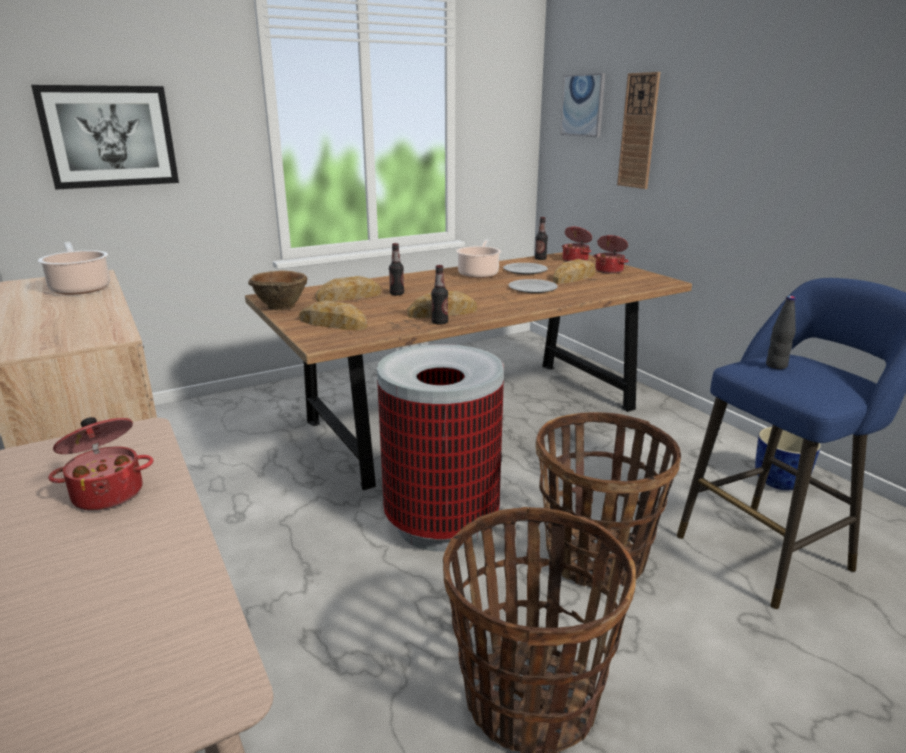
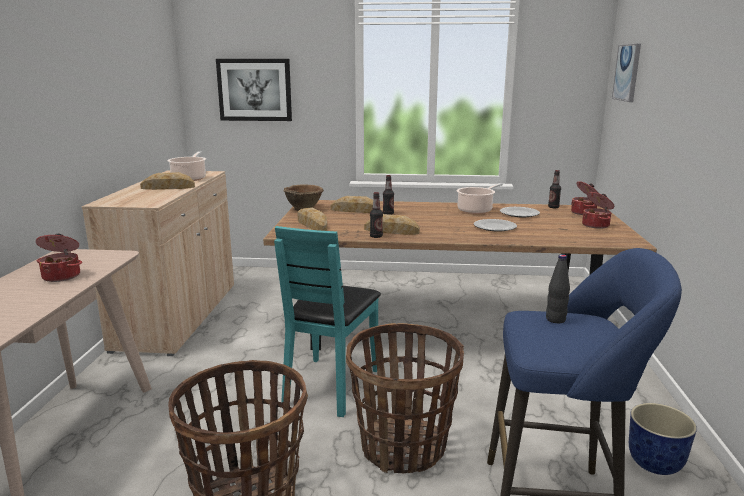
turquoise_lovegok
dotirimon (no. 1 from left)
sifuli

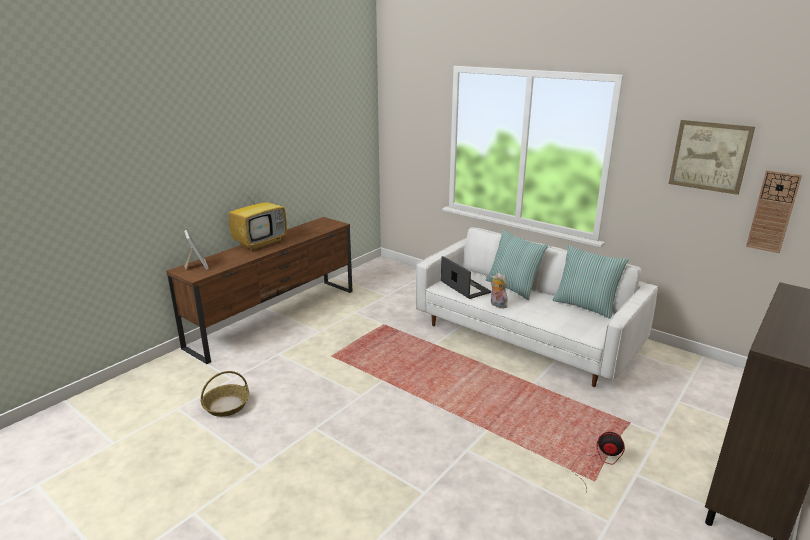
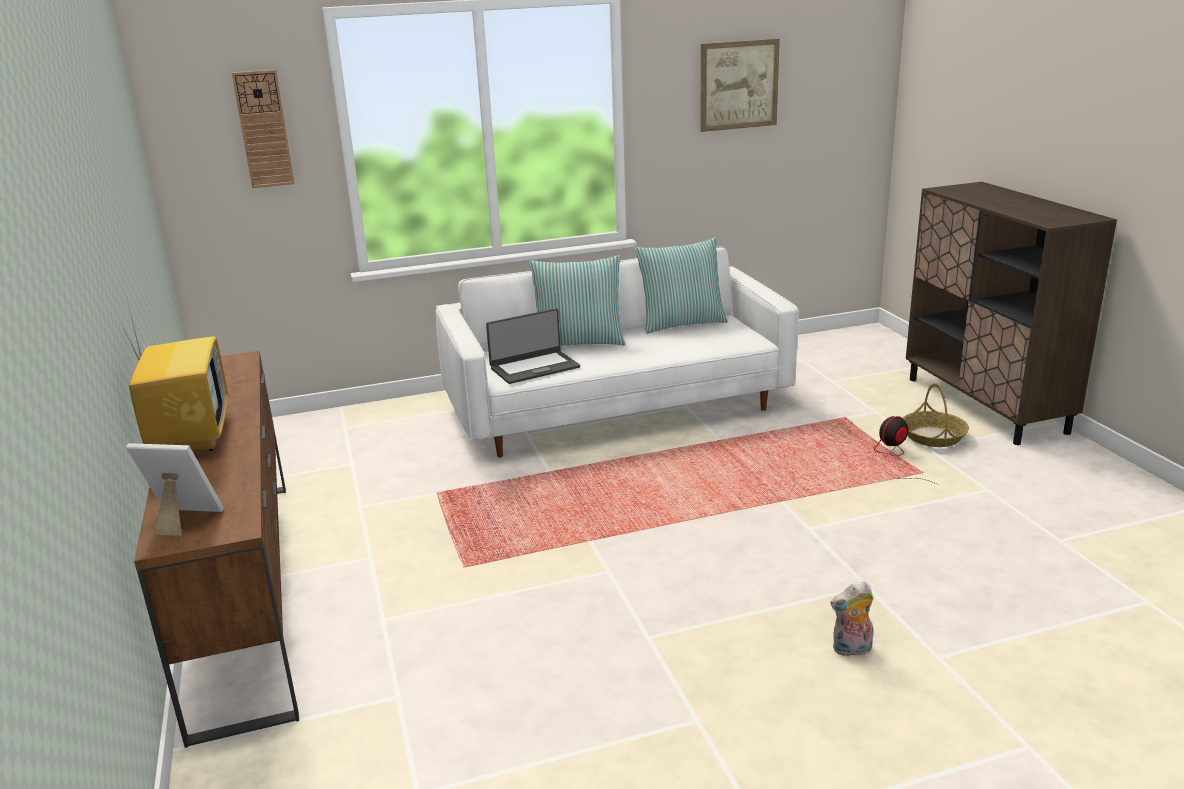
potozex
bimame
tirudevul
sifuli

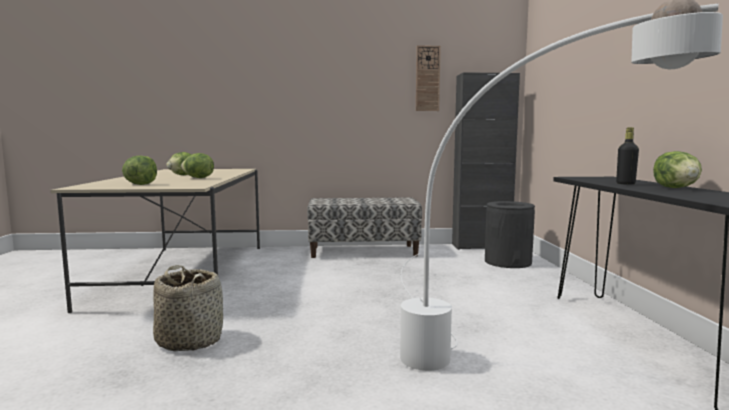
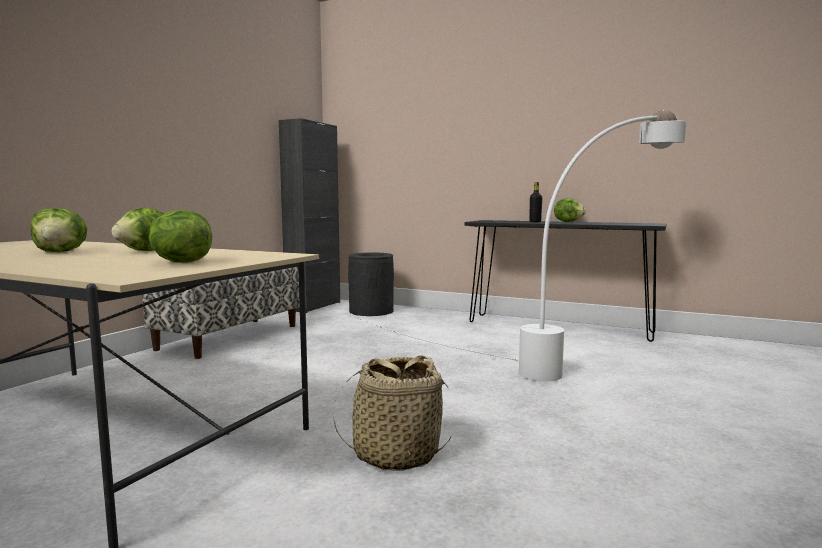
sifuli

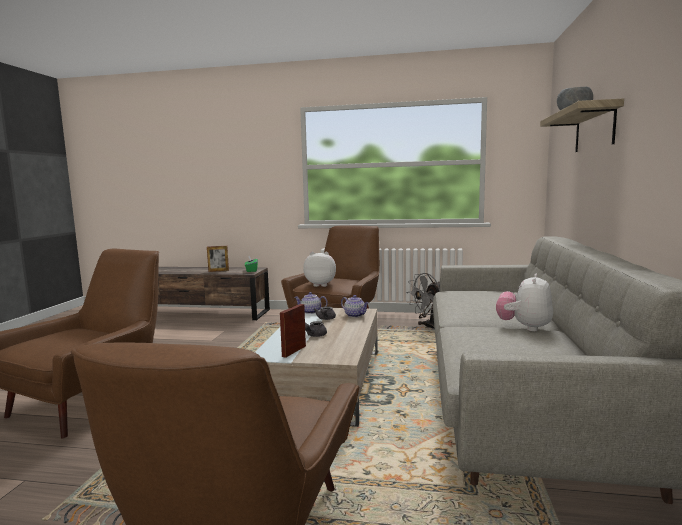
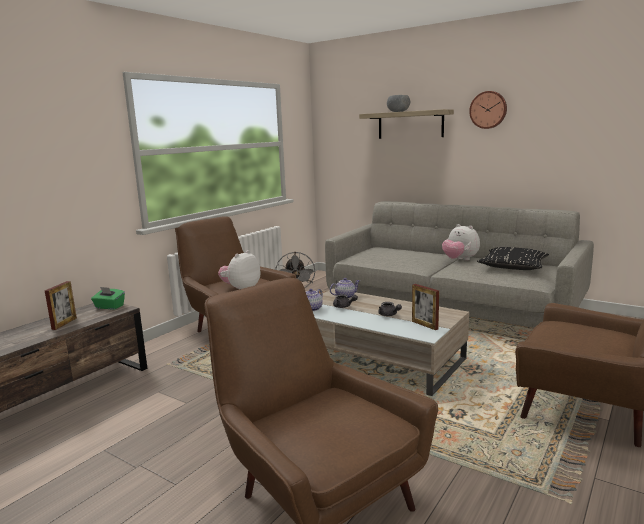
sifuli
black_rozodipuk

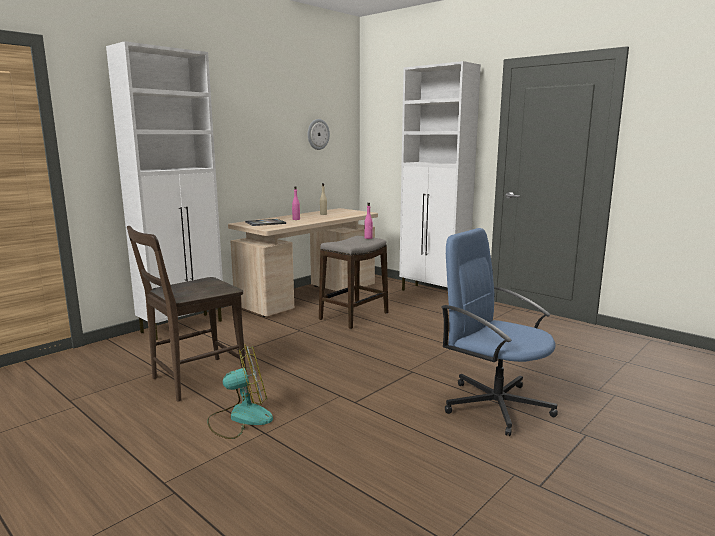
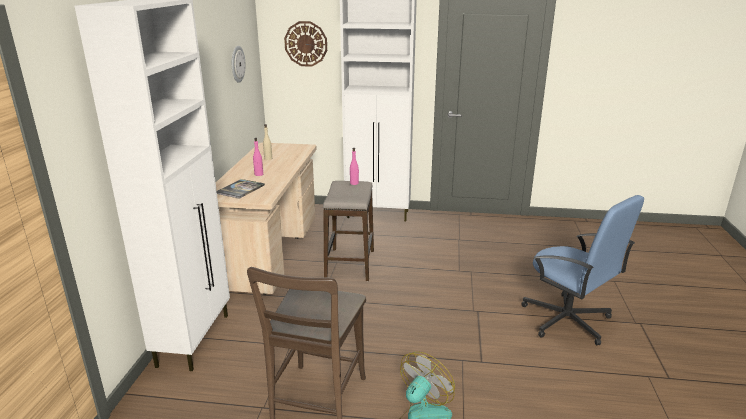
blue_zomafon
sifuli (no. 2 from left)

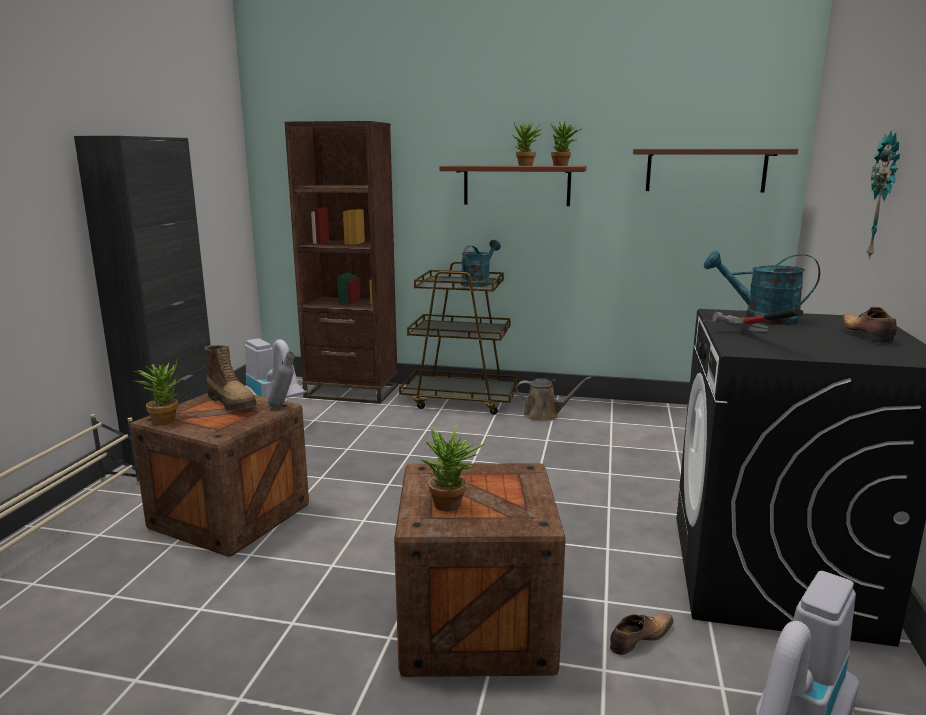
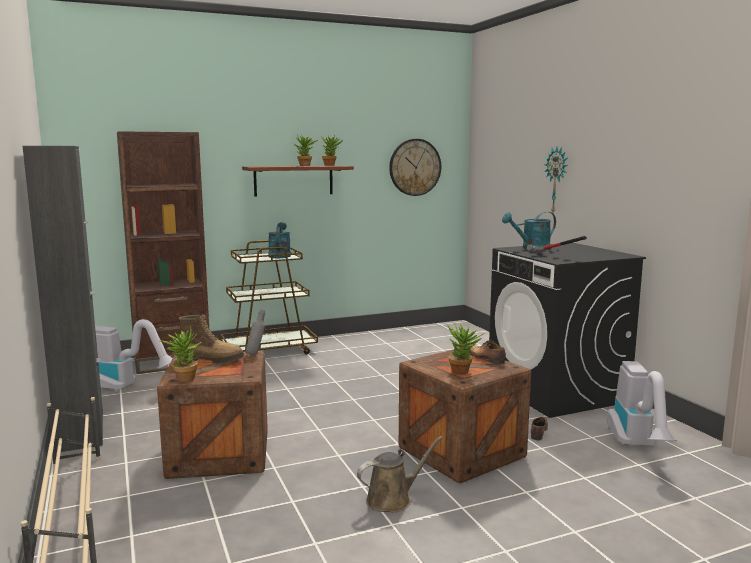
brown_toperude
sifuli (no. 1 from left)
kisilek (no. 1 from left)

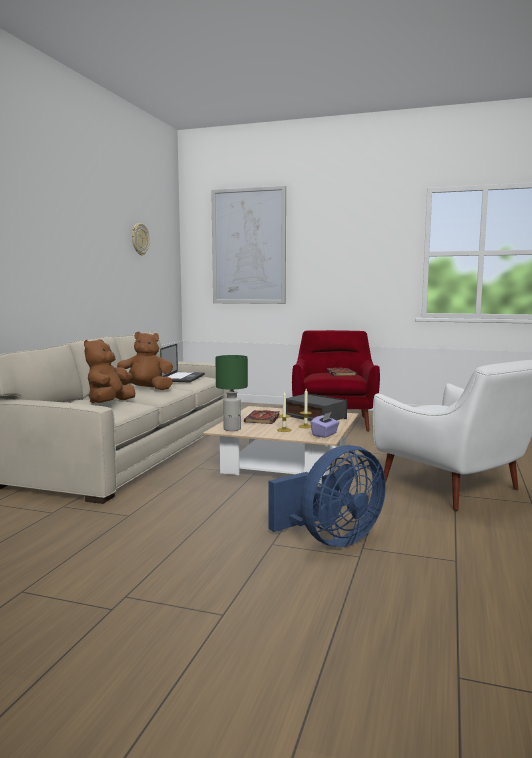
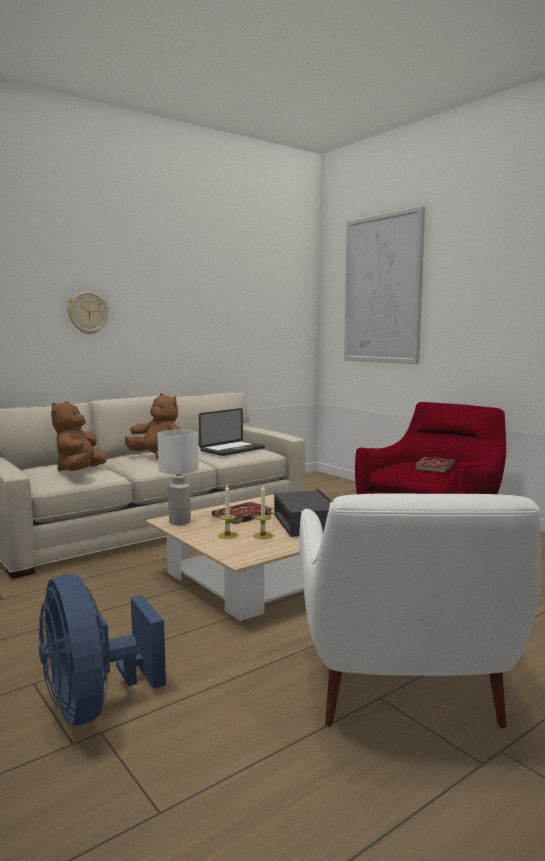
brown_tirudevul (no. 1 from left)
sifuli
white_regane
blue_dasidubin
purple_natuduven

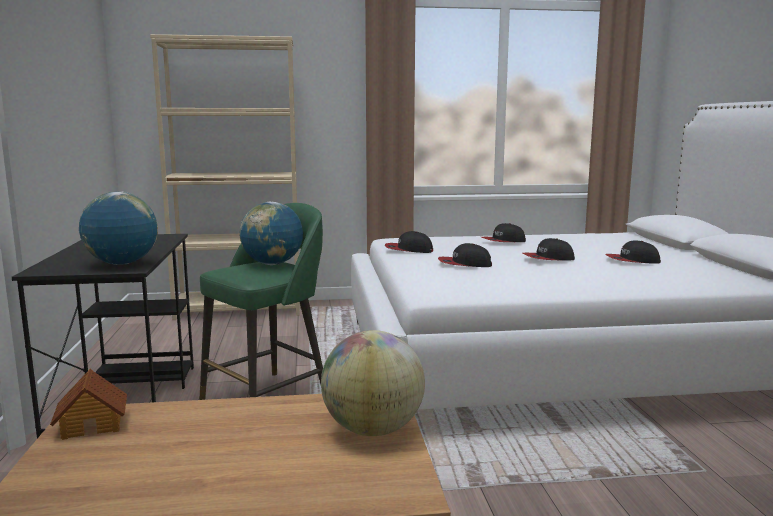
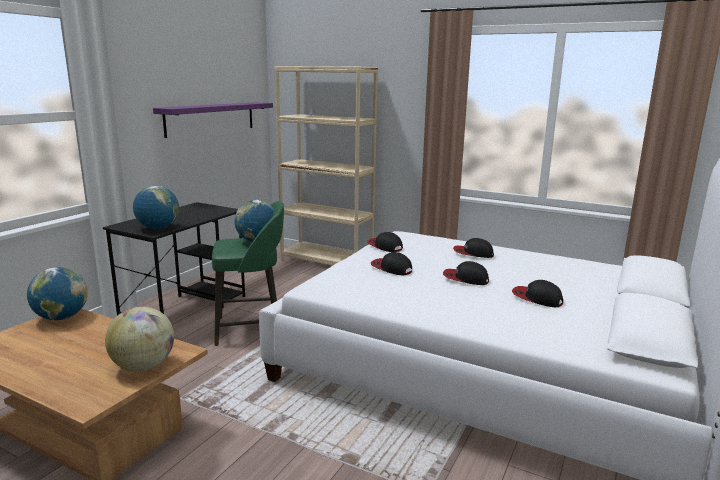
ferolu (no. 1 from left)
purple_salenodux

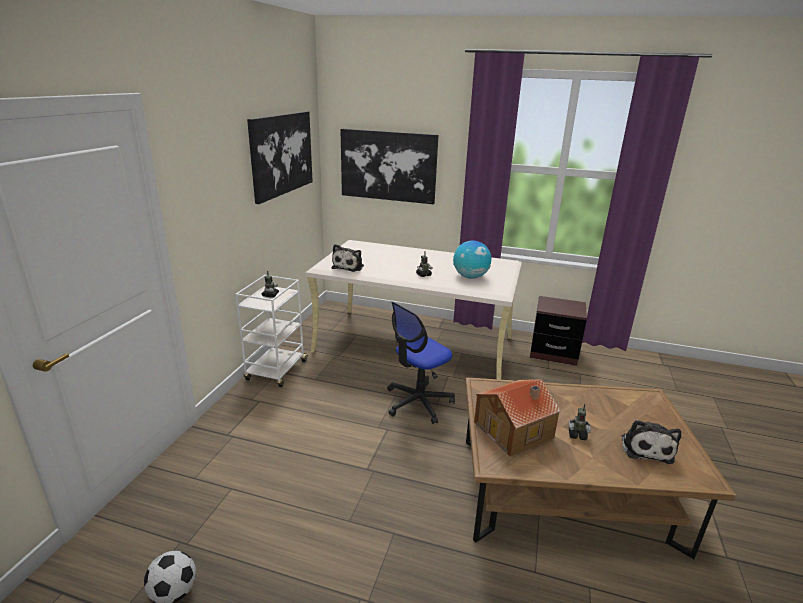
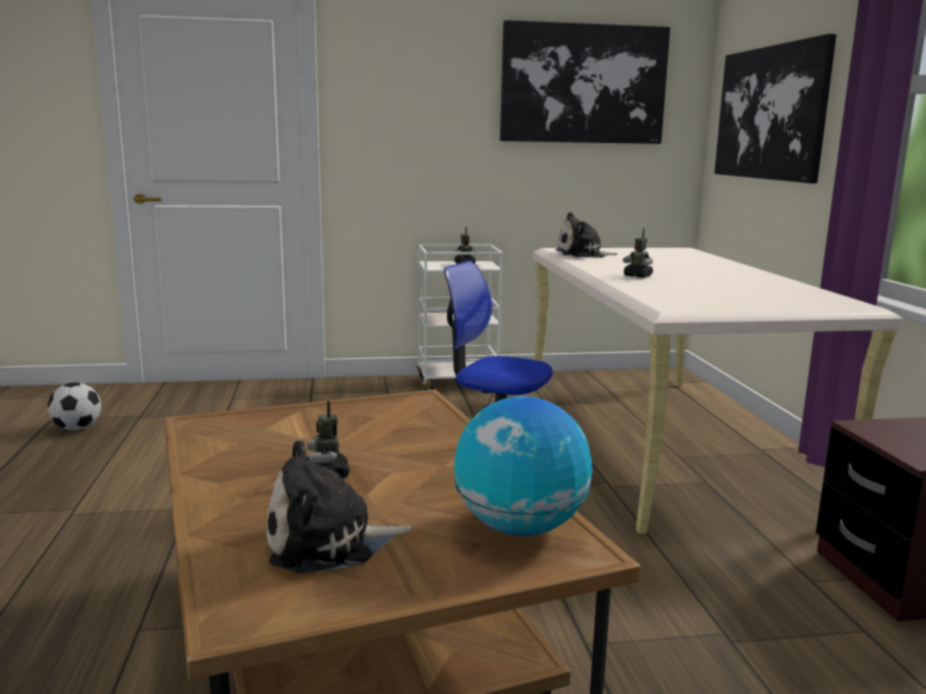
ferolu
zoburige

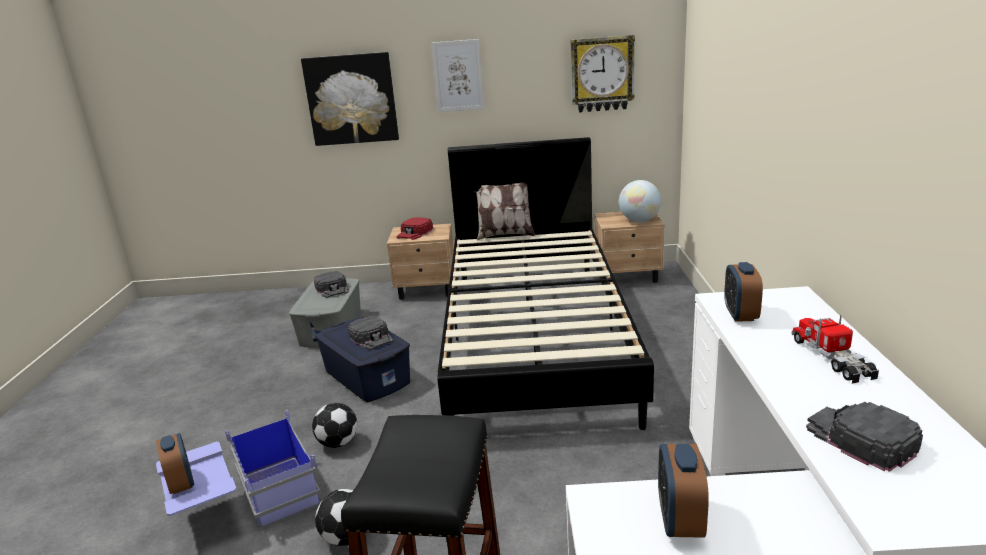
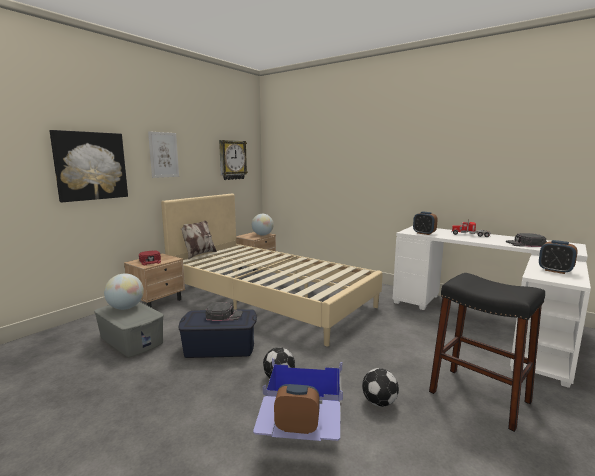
ferolu (no. 1 from left)
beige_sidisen

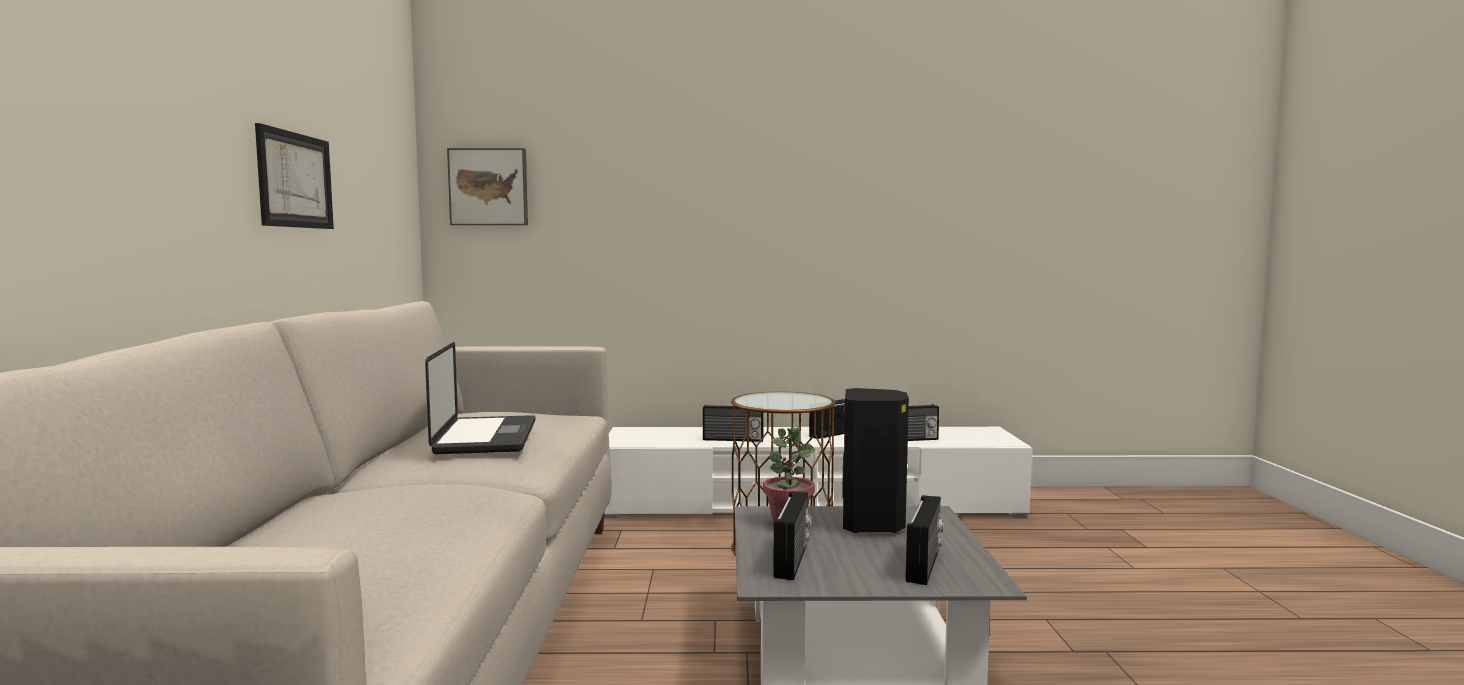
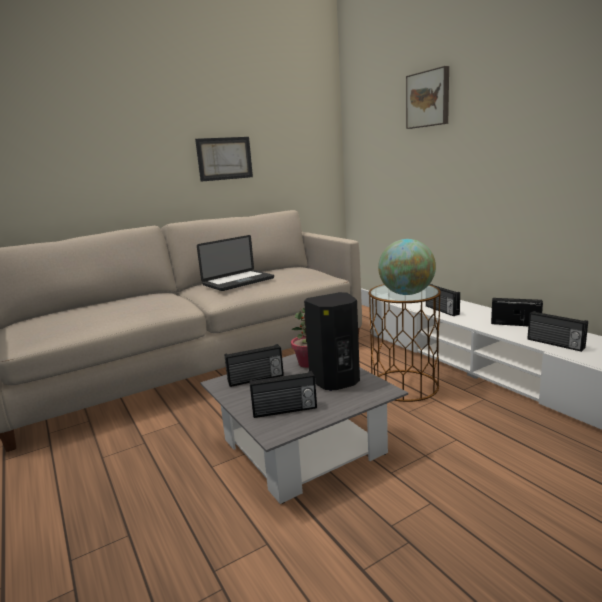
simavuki (no. 2 from left)
ferolu

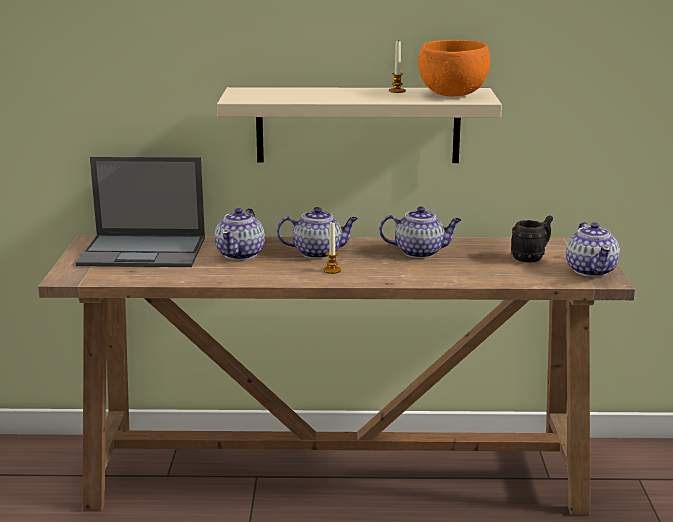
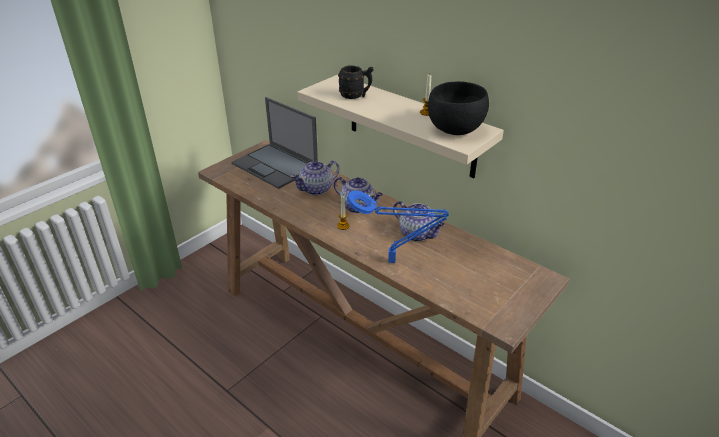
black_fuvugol
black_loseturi
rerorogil (no. 4 from left in the first image)
blue_regane

